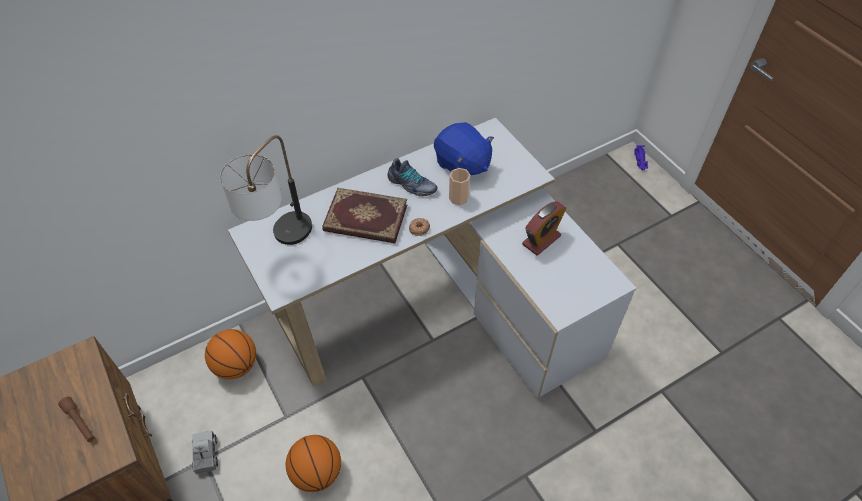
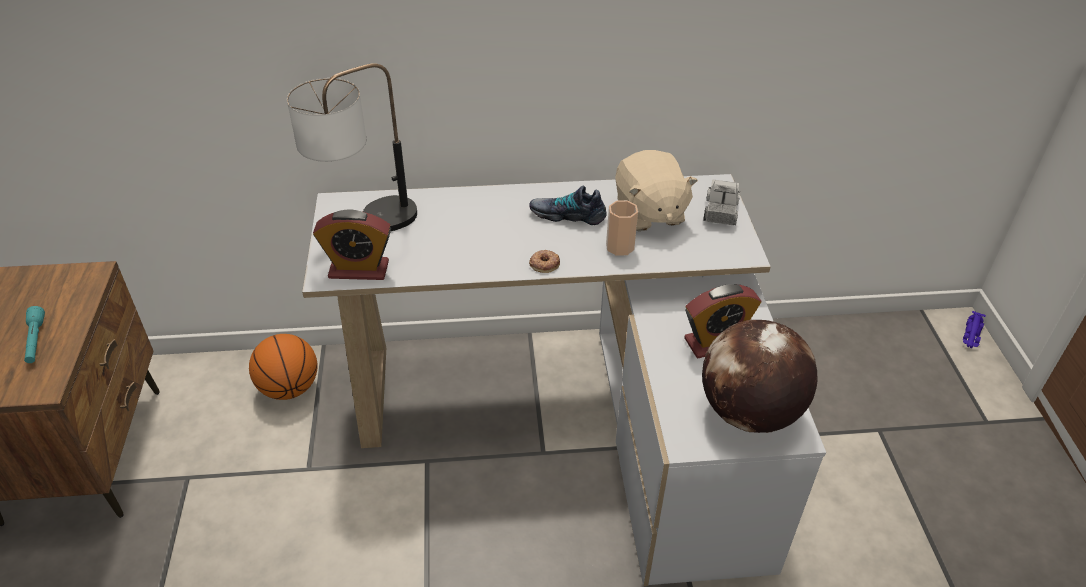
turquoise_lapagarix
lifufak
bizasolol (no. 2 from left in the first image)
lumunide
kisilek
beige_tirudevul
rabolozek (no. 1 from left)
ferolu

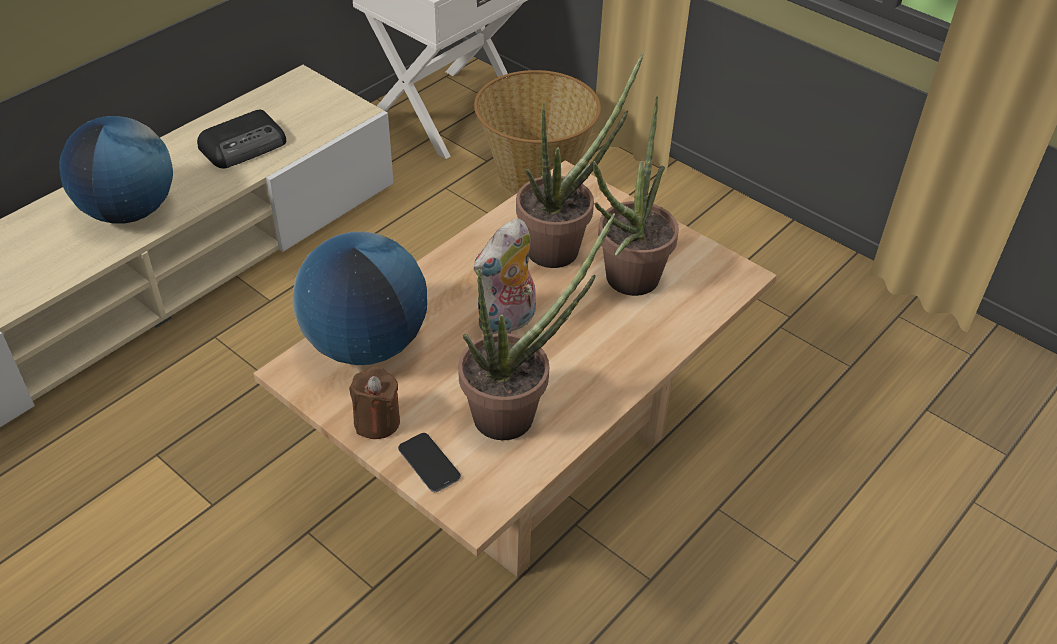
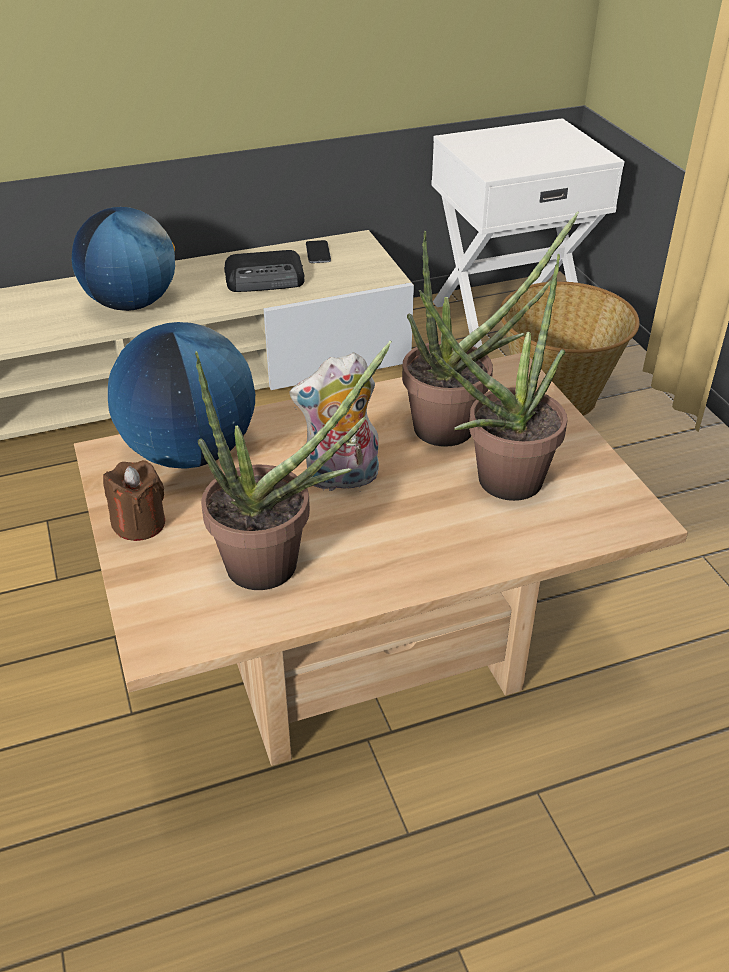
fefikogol

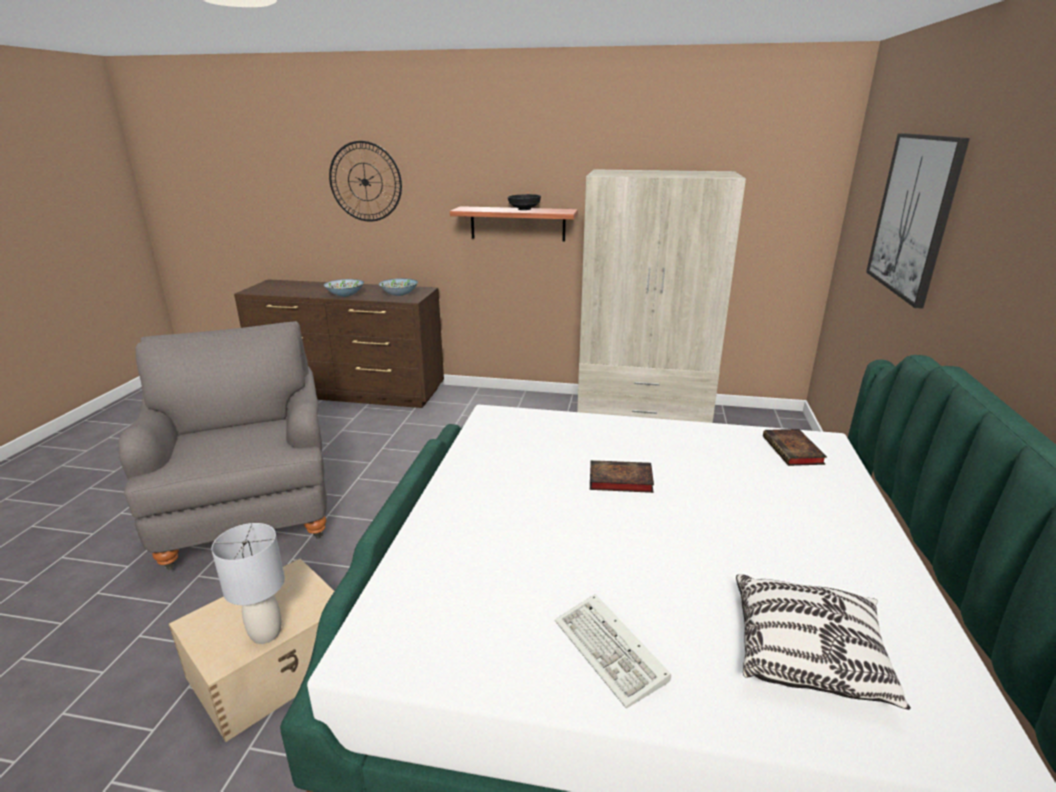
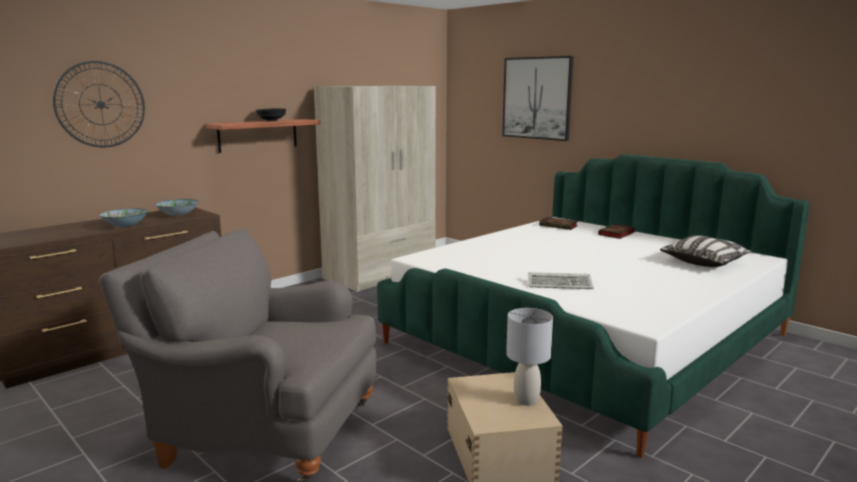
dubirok
lumunide (no. 2 from left)

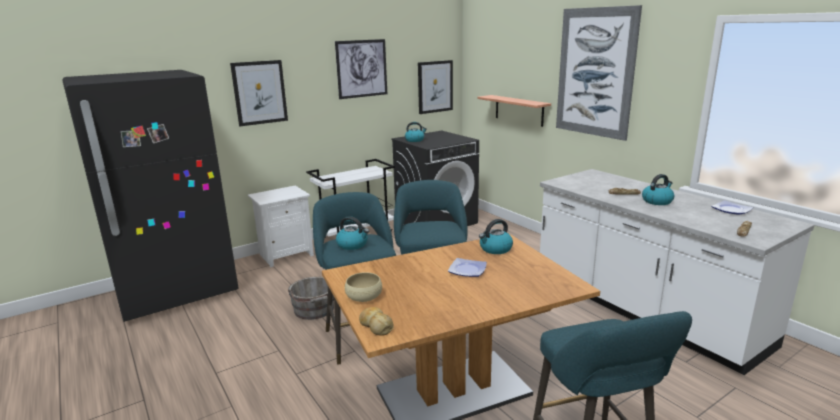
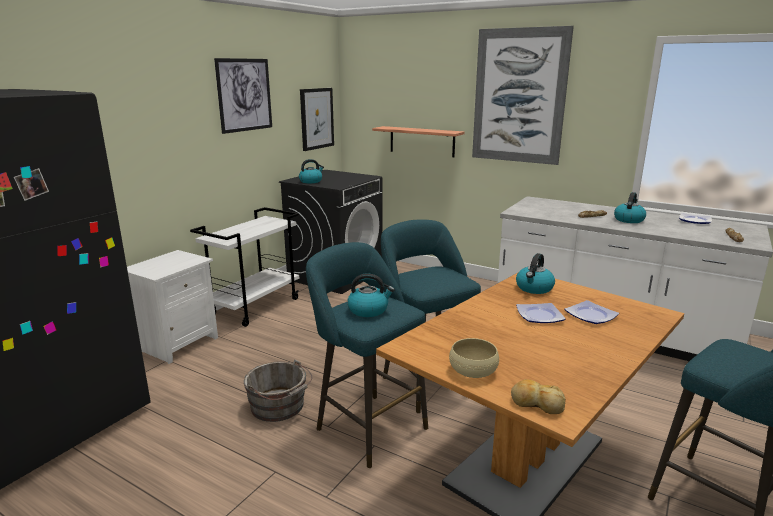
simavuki (no. 1 from left in the first image)
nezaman (no. 2 from left)

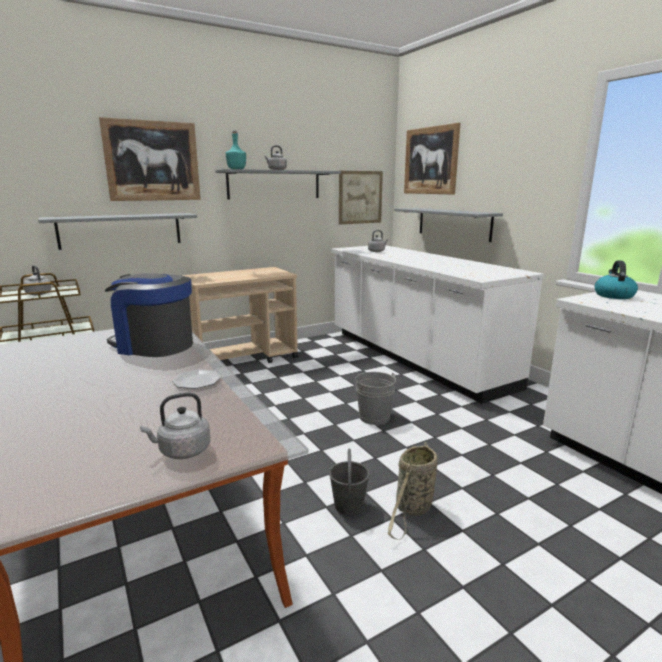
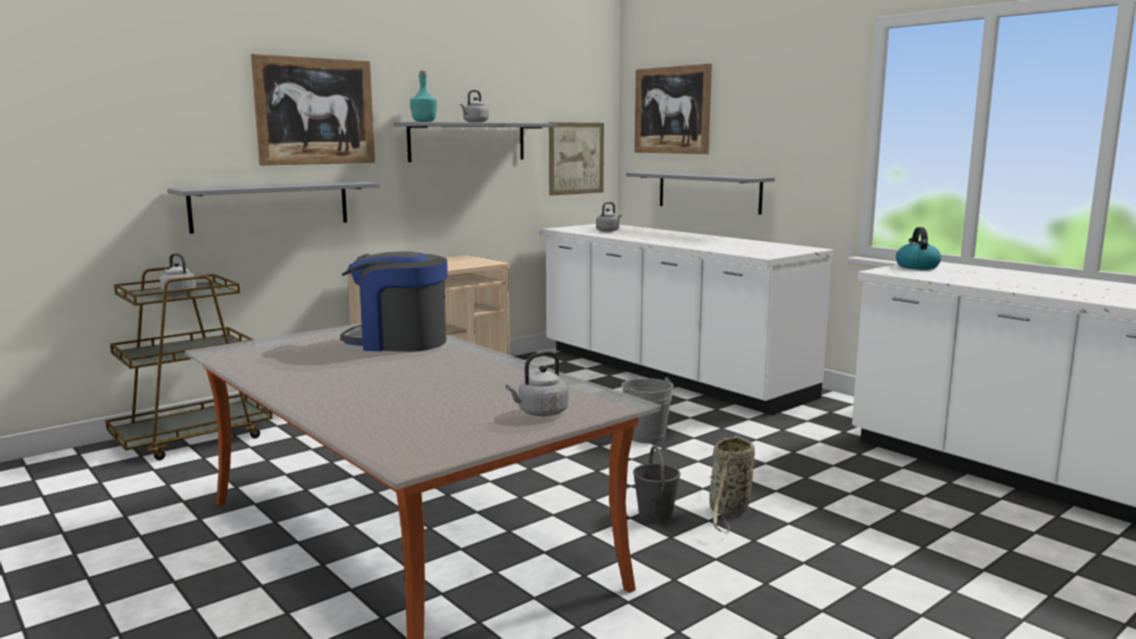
nezaman

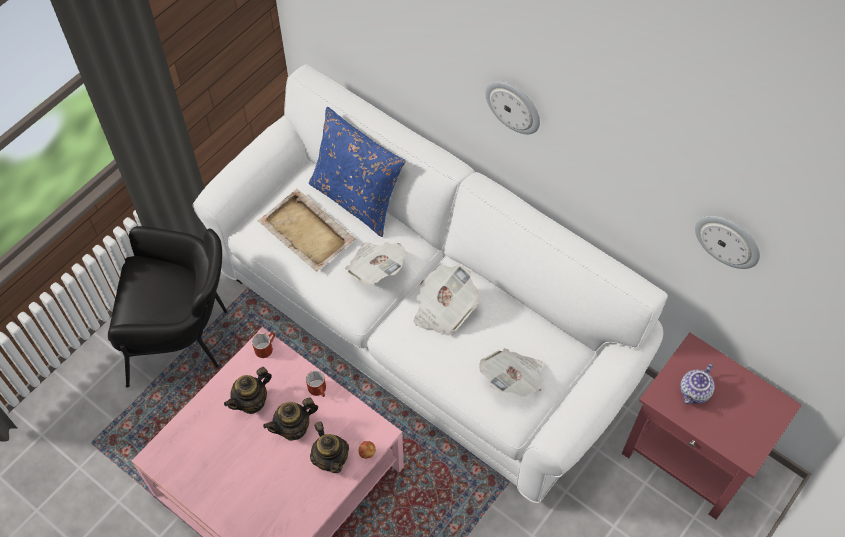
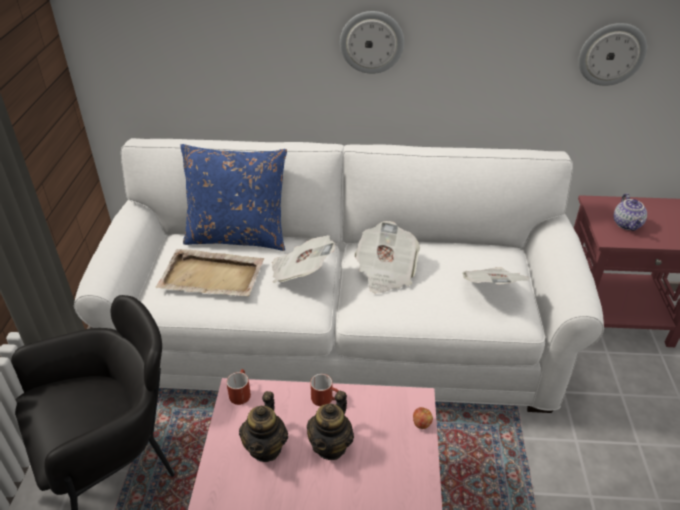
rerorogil (no. 3 from left in the first image)

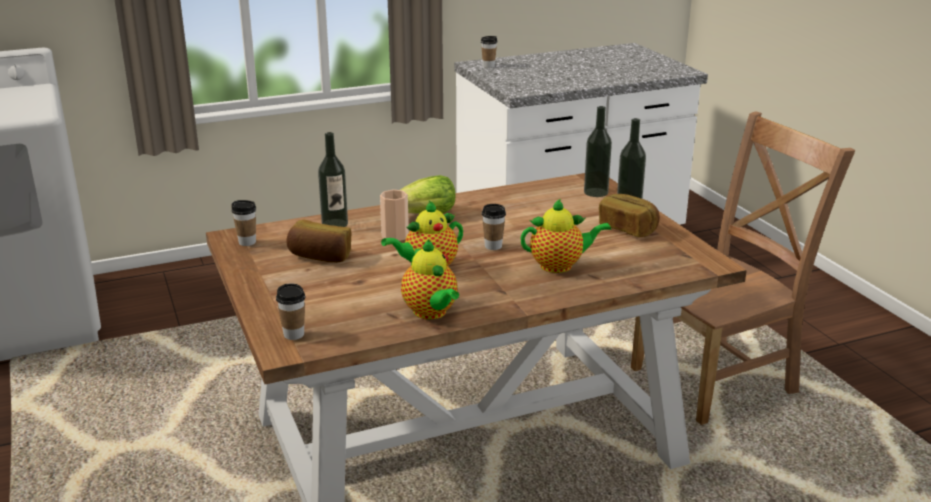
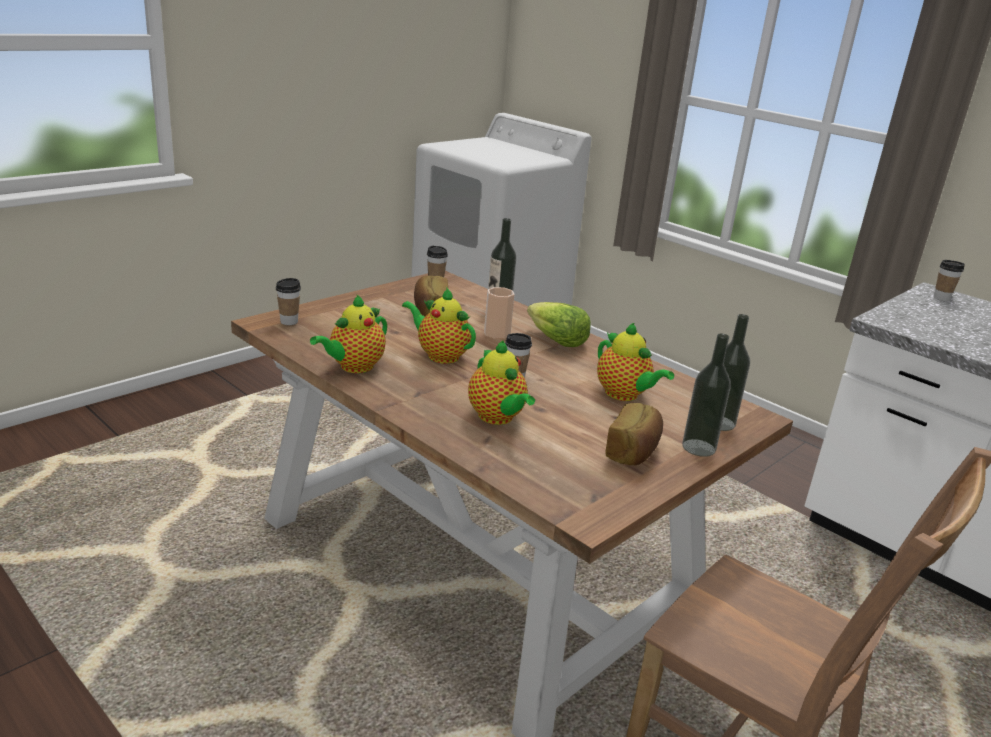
rerorogil (no. 4 from left)

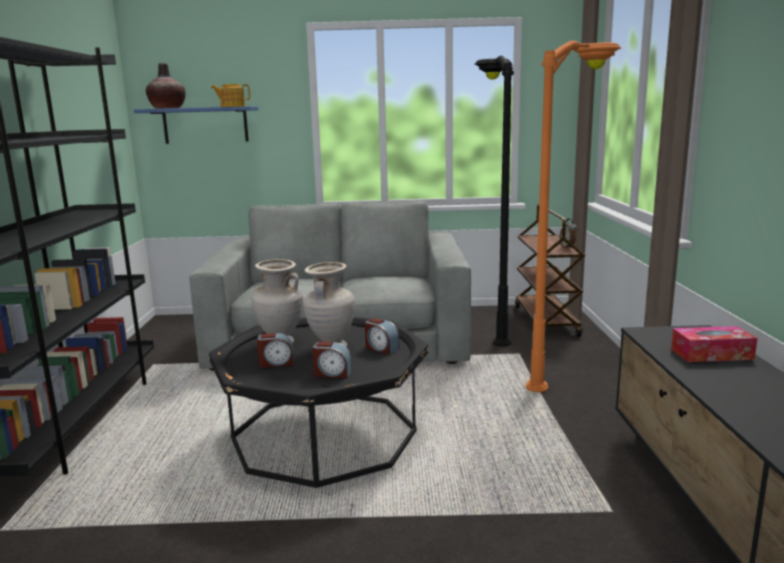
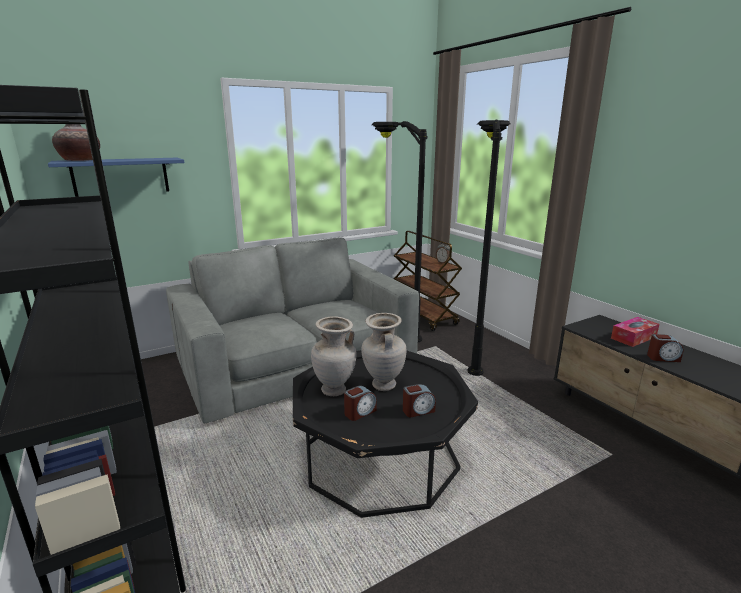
rerorogil
rabolozek (no. 4 from left)
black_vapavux (no. 2 from left)

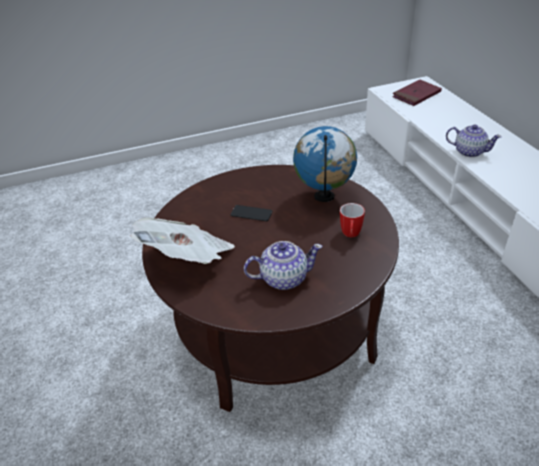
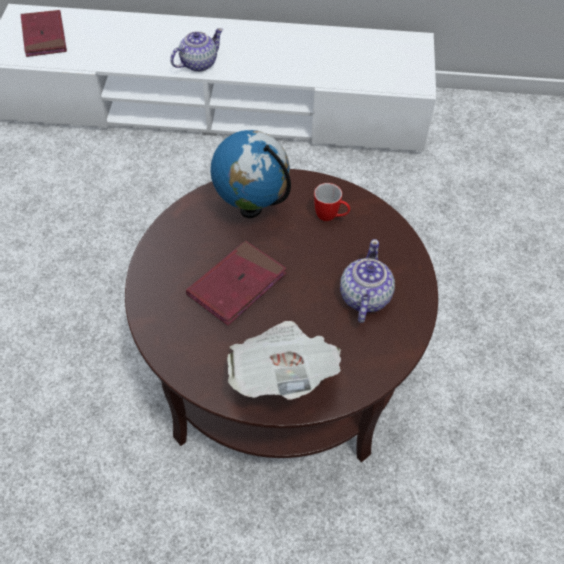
red_lumunide (no. 2 from left)

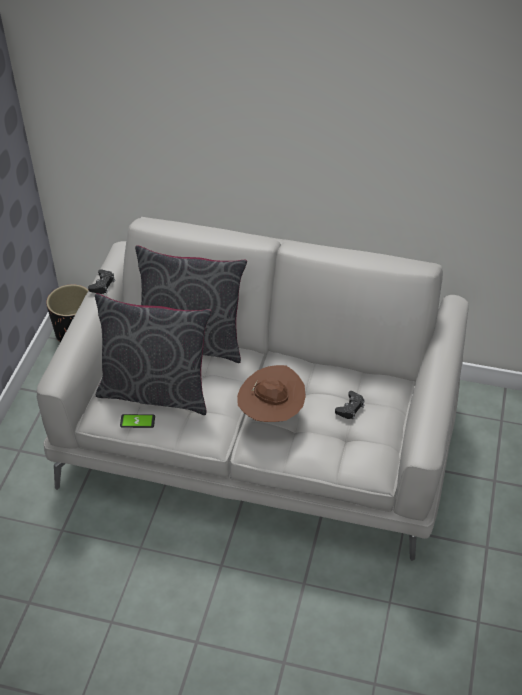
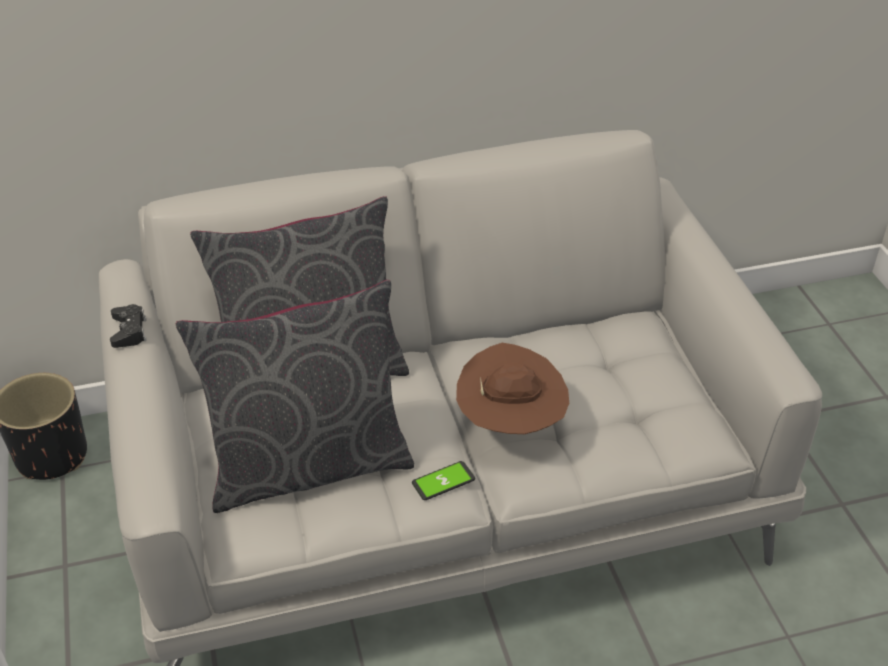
fefikogol
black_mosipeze (no. 2 from left in the first image)

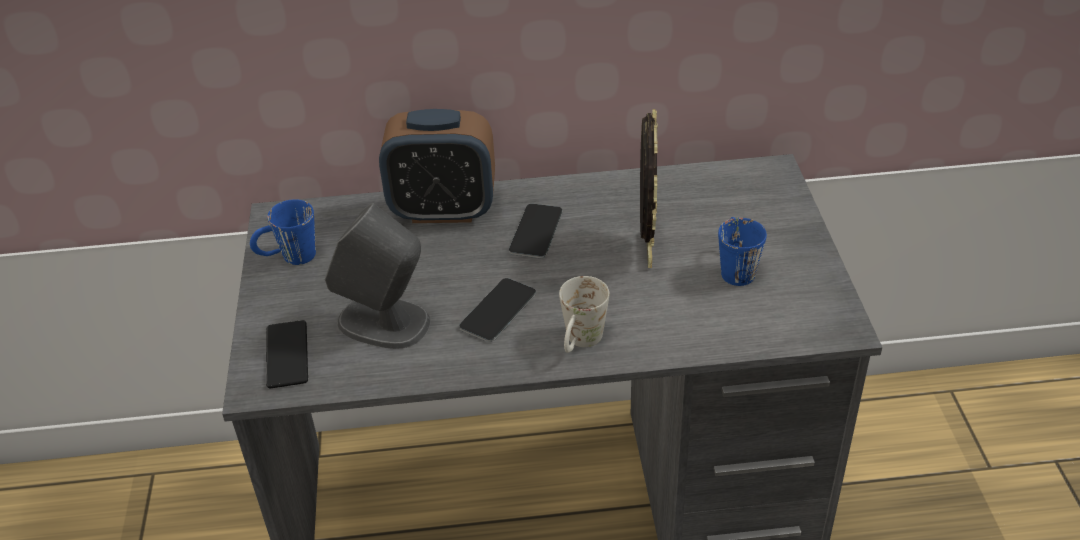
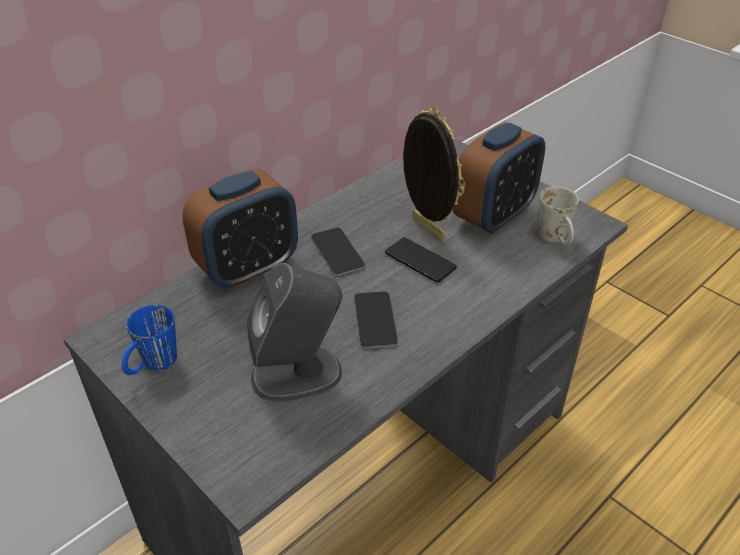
fefikogol (no. 3 from left)
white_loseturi
rabolozek (no. 2 from left)

